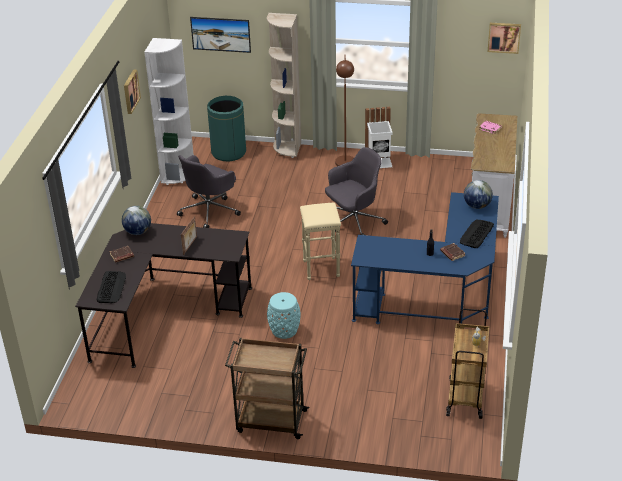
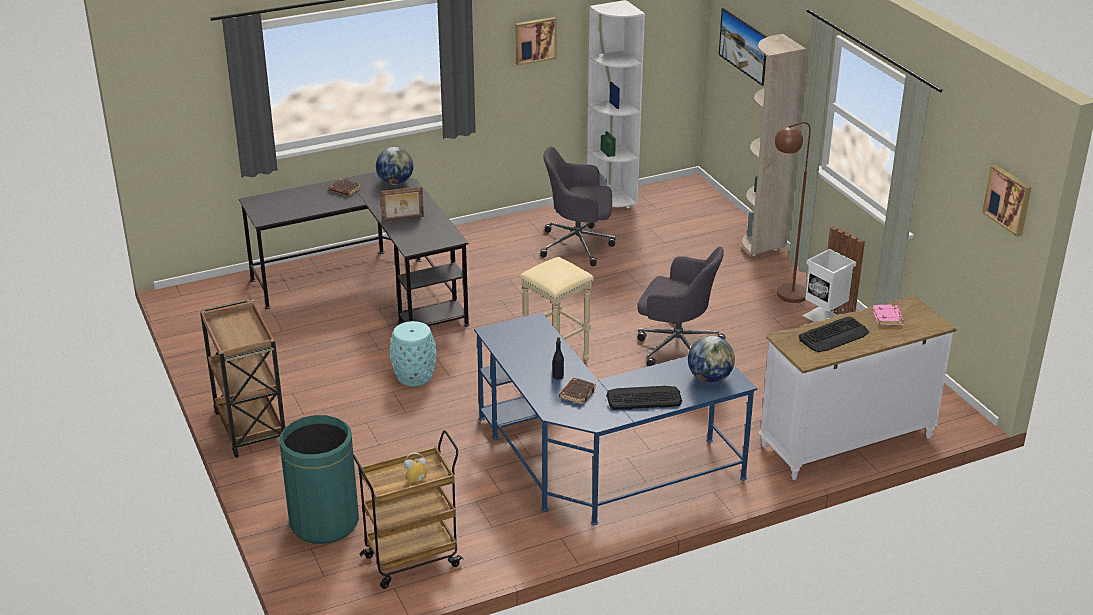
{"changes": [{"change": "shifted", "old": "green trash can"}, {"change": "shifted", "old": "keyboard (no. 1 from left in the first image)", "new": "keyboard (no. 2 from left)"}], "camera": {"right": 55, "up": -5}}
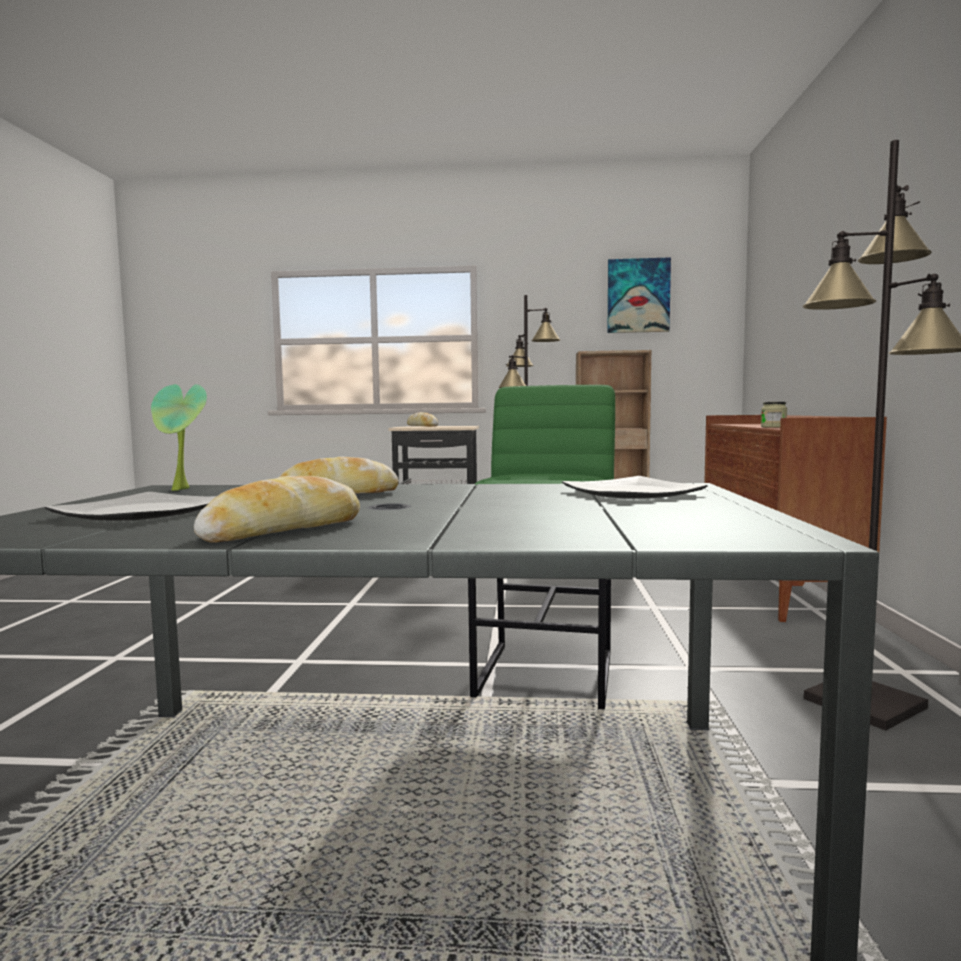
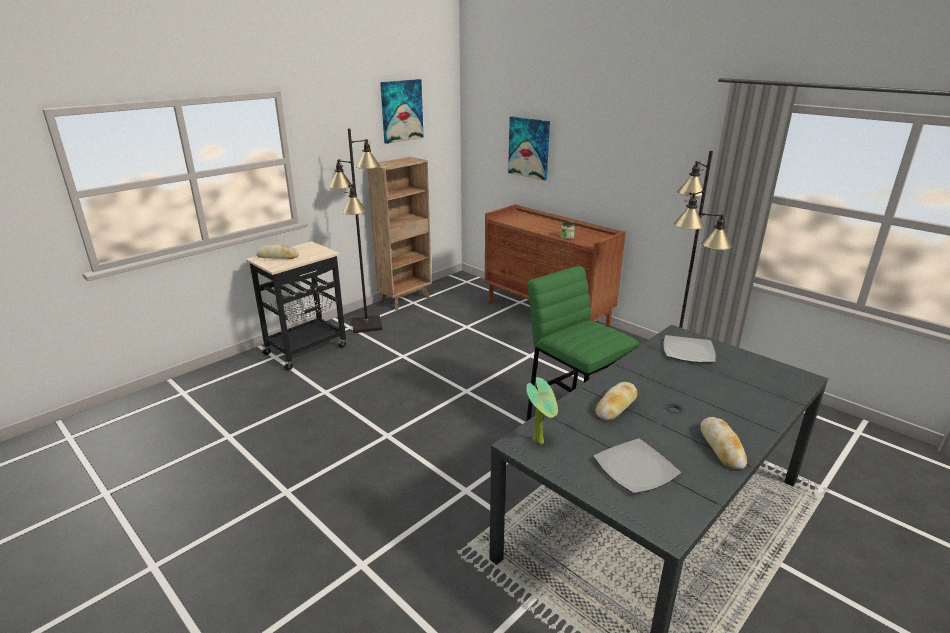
{"changes": [{"change": "new", "new": "picture (no. 2 from left)"}], "camera": {"right": -50, "up": 20}}
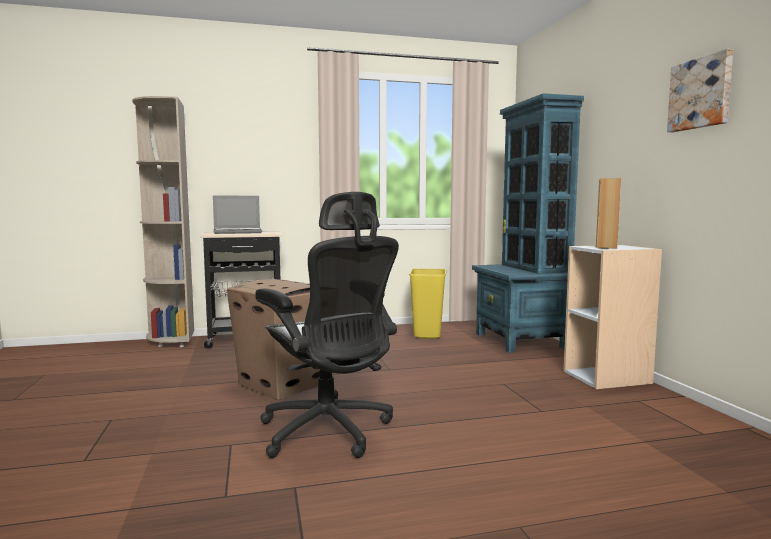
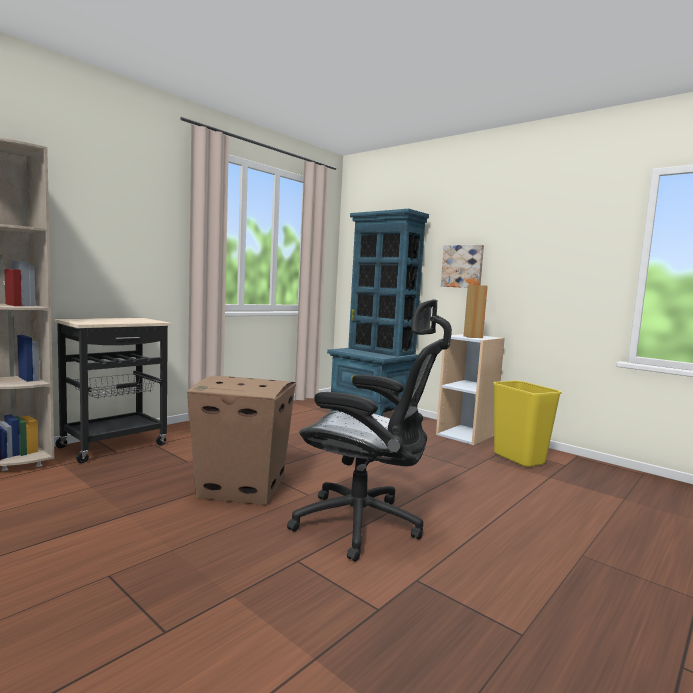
{"changes": [{"change": "shifted", "old": "picture"}, {"change": "shifted", "old": "yellow trash can"}, {"change": "gone", "old": "laptop"}], "camera": {"right": -35, "up": 0}}
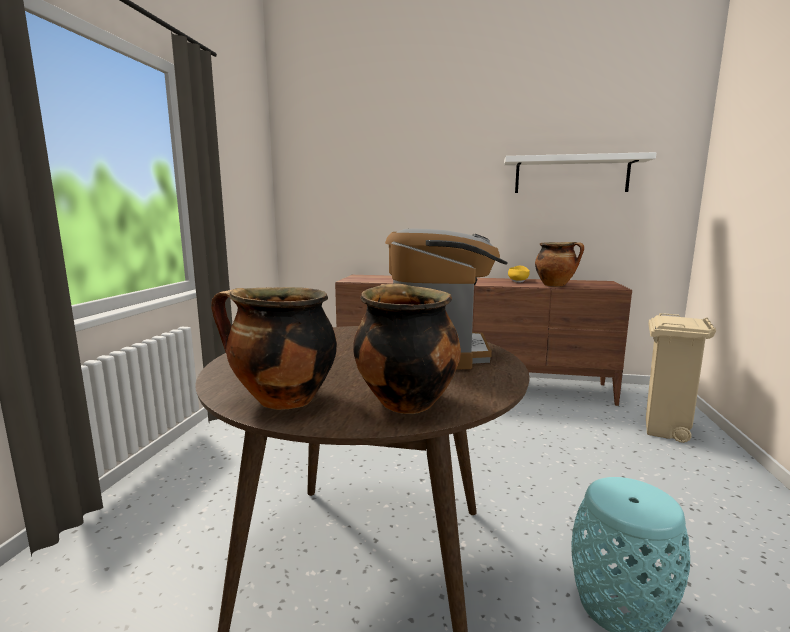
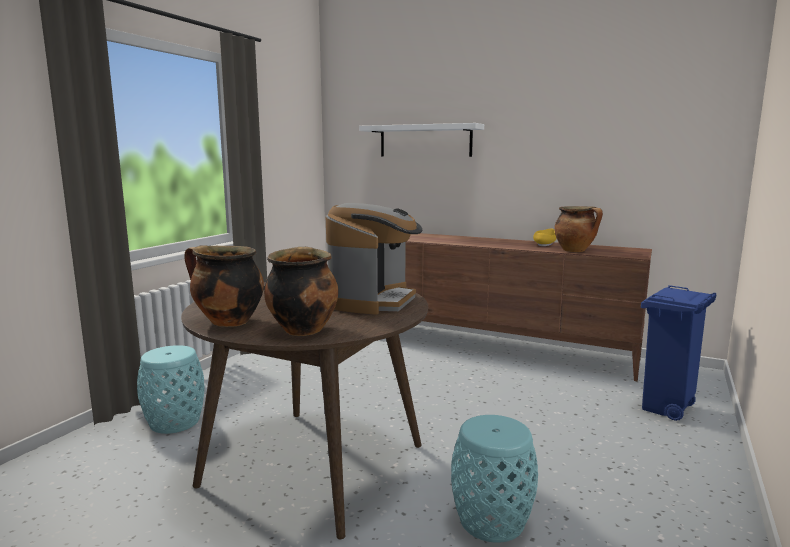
{"changes": [{"change": "new", "new": "turquoise stool (no. 1 from left)"}, {"change": "shifted", "old": "white shelf"}, {"change": "repainted", "old": "beige trash can", "new": "blue trash can"}], "camera": {"right": 15, "up": 0}}
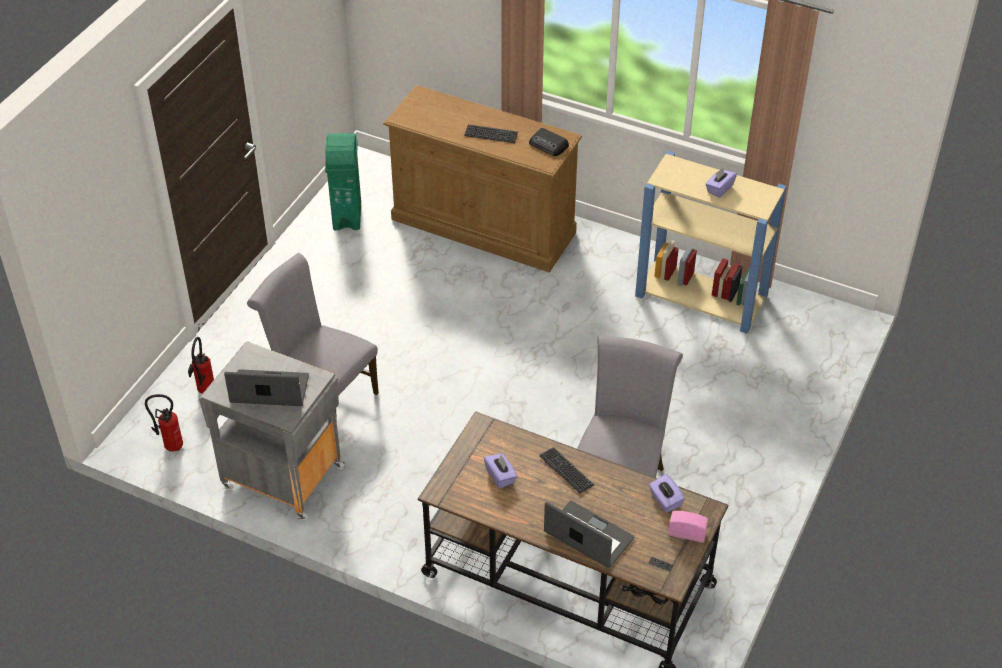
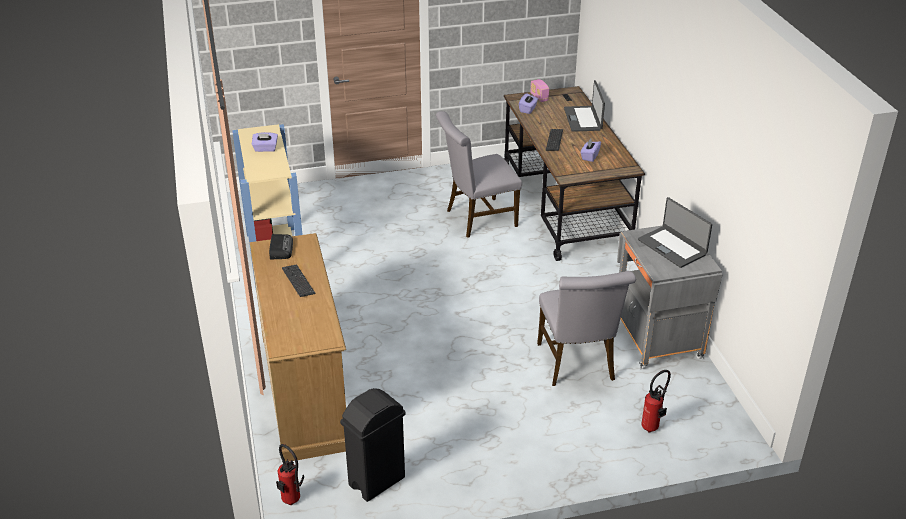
{"changes": [{"change": "shifted", "old": "fire extinguisher (no. 1 from left)"}, {"change": "repainted", "old": "green trash can", "new": "black trash can"}], "camera": {"right": -130, "up": -10}}
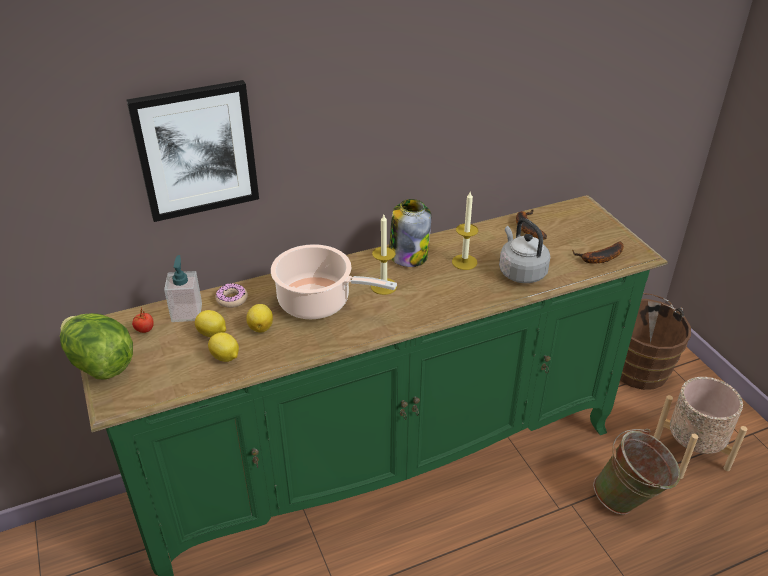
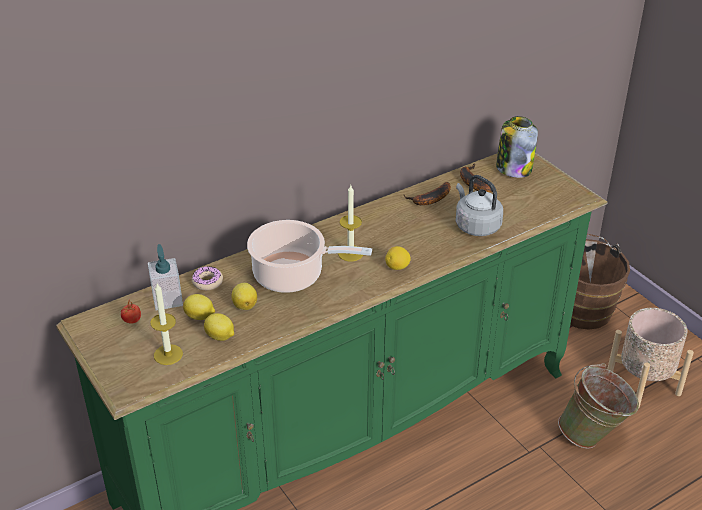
{"changes": [{"change": "shifted", "old": "candle (no. 2 from left in the first image)", "new": "candle (no. 1 from left)"}, {"change": "new", "new": "lemon (no. 4 from left)"}, {"change": "shifted", "old": "banana (no. 2 from left in the first image)", "new": "banana (no. 1 from left)"}, {"change": "shifted", "old": "jar"}, {"change": "gone", "old": "lettuce"}, {"change": "gone", "old": "picture"}], "camera": {"right": -10, "up": 0}}
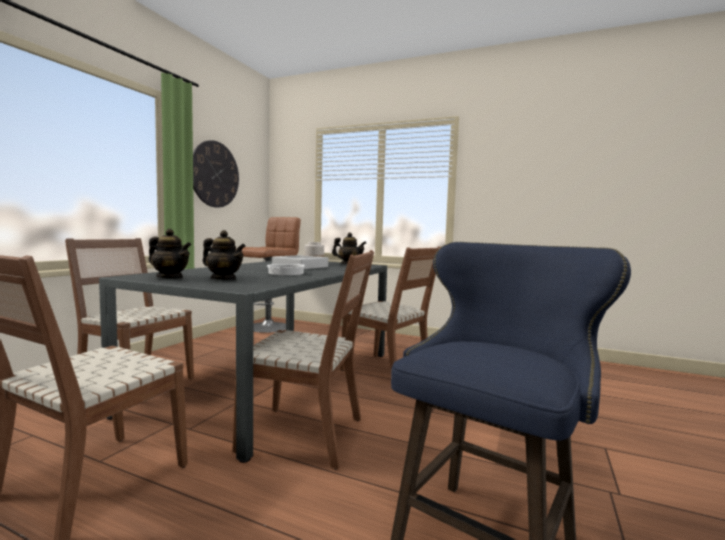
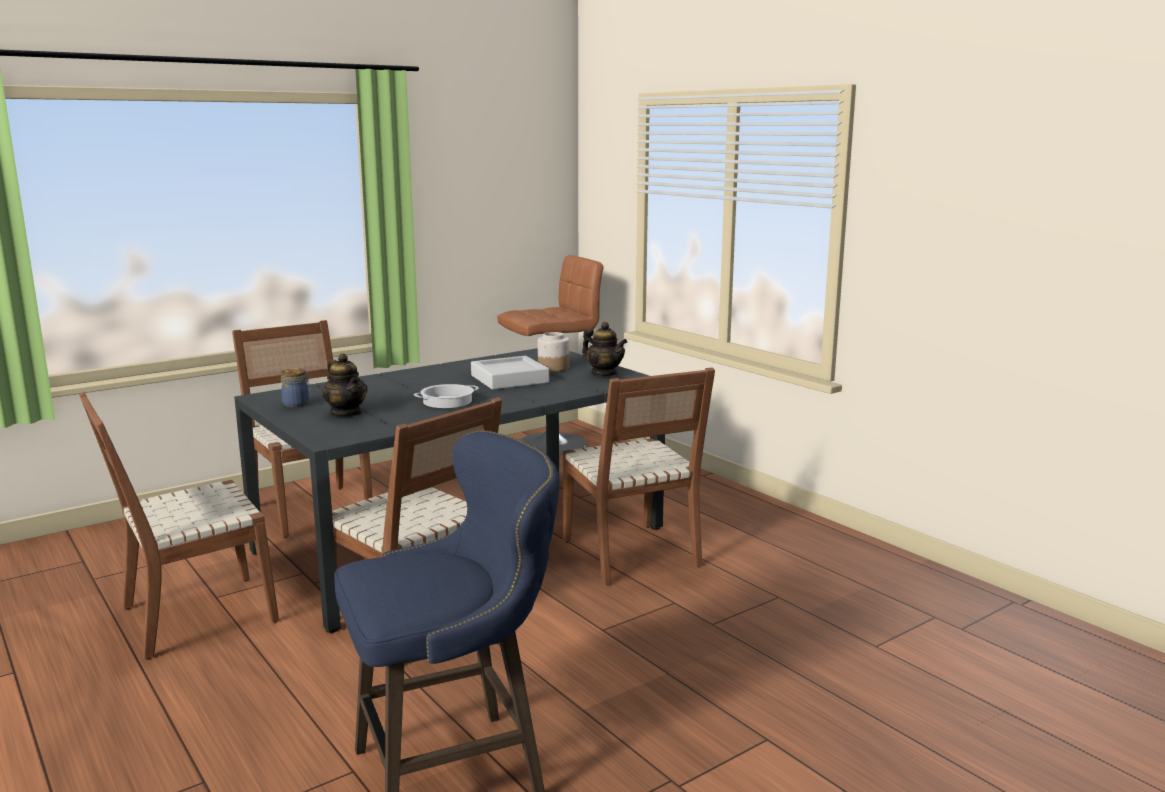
{"changes": [{"change": "swapped", "old": "teapot (no. 1 from left)", "new": "jar (no. 1 from left)"}, {"change": "gone", "old": "wall clock"}], "camera": {"right": 30, "up": 10}}
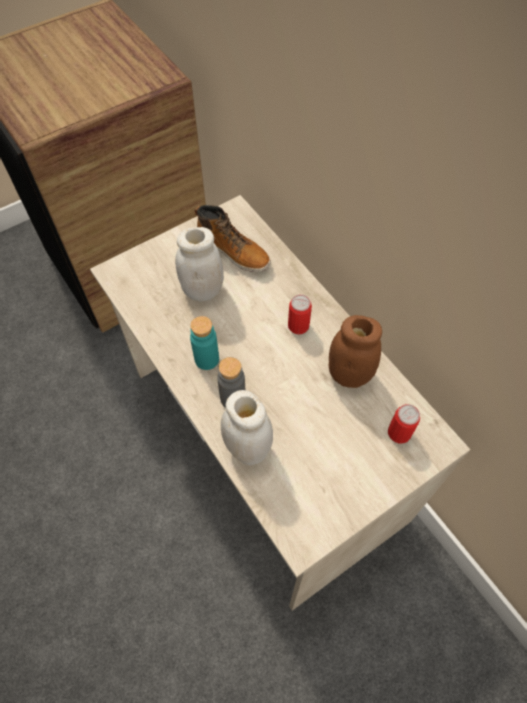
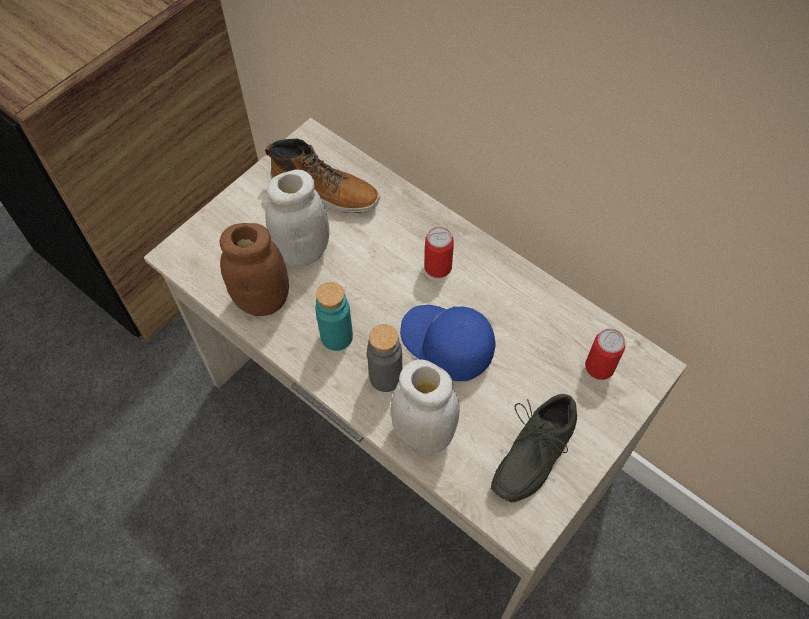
{"changes": [{"change": "shifted", "old": "brown jar"}, {"change": "new", "new": "blue cap"}, {"change": "new", "new": "grey shoe"}], "camera": {"right": -15, "up": 0}}
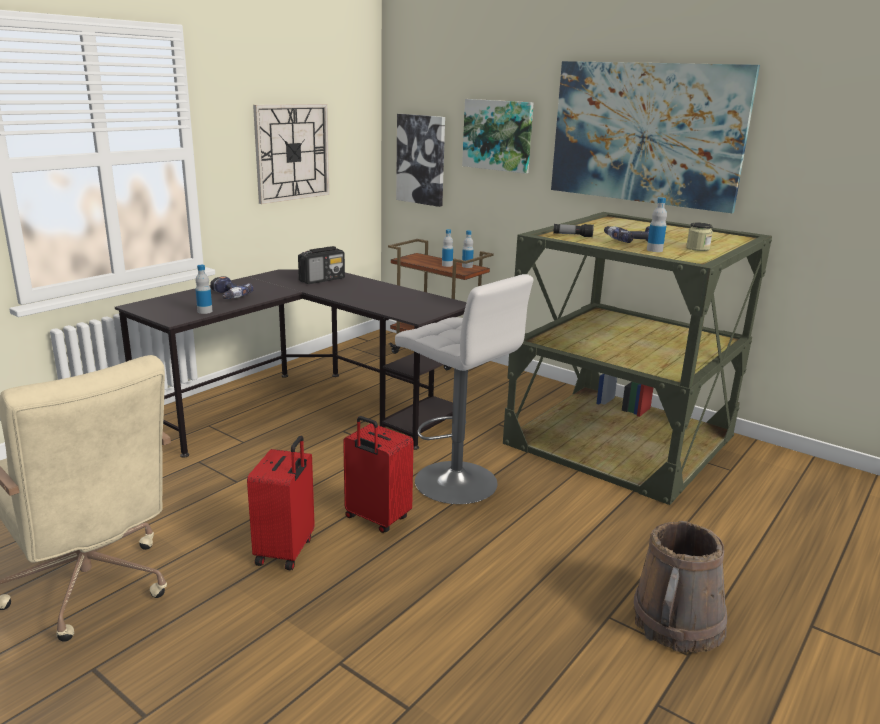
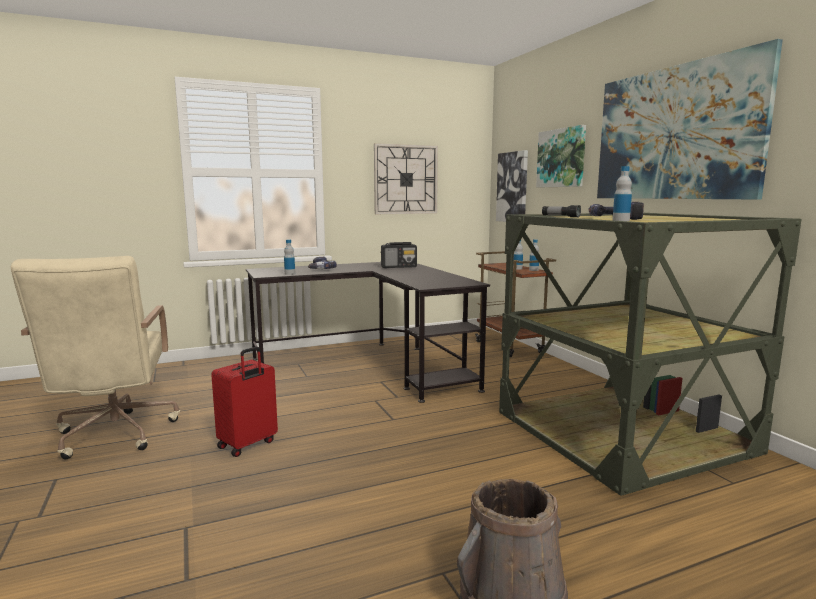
{"changes": [{"change": "gone", "old": "red suitcase (no. 2 from left)"}, {"change": "gone", "old": "white stool"}, {"change": "gone", "old": "jar"}], "camera": {"right": 30, "up": -10}}
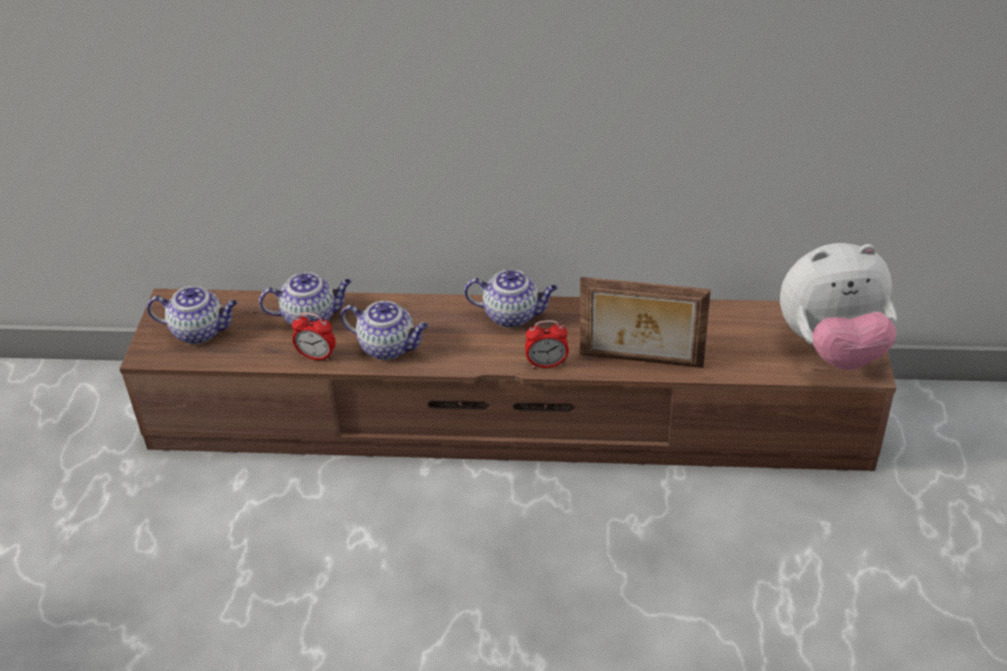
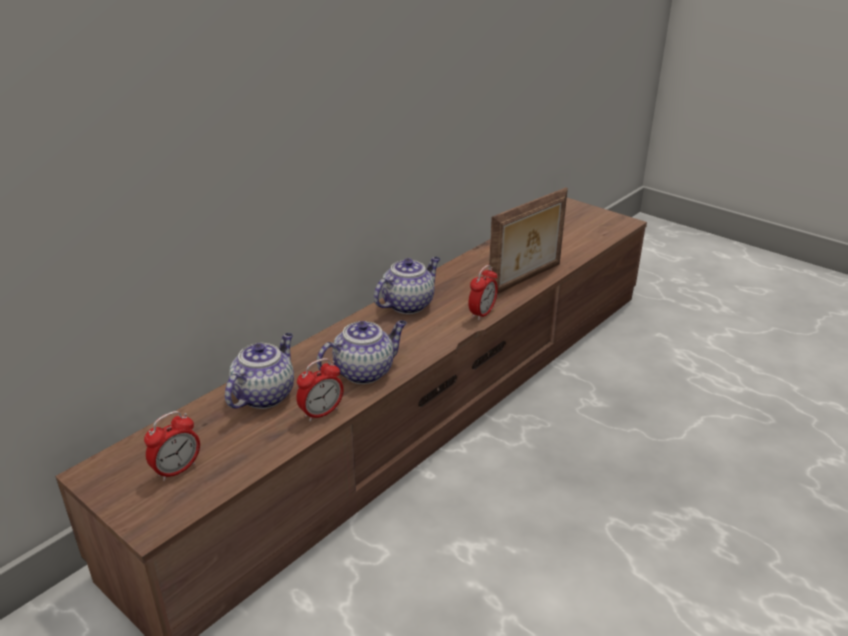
{"changes": [{"change": "swapped", "old": "teapot (no. 1 from left)", "new": "alarm clock (no. 1 from left)"}, {"change": "gone", "old": "plush toy"}], "camera": {"right": -55, "up": -10}}
